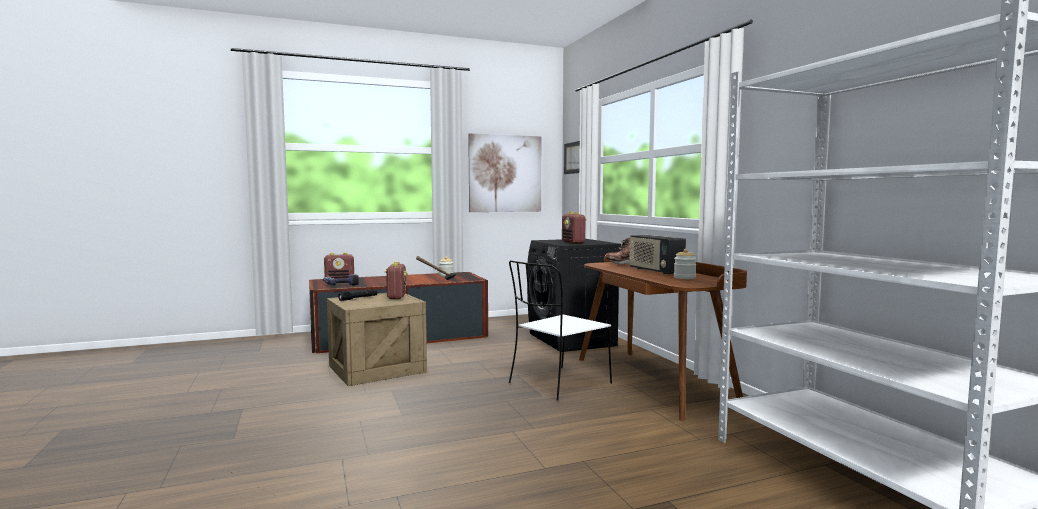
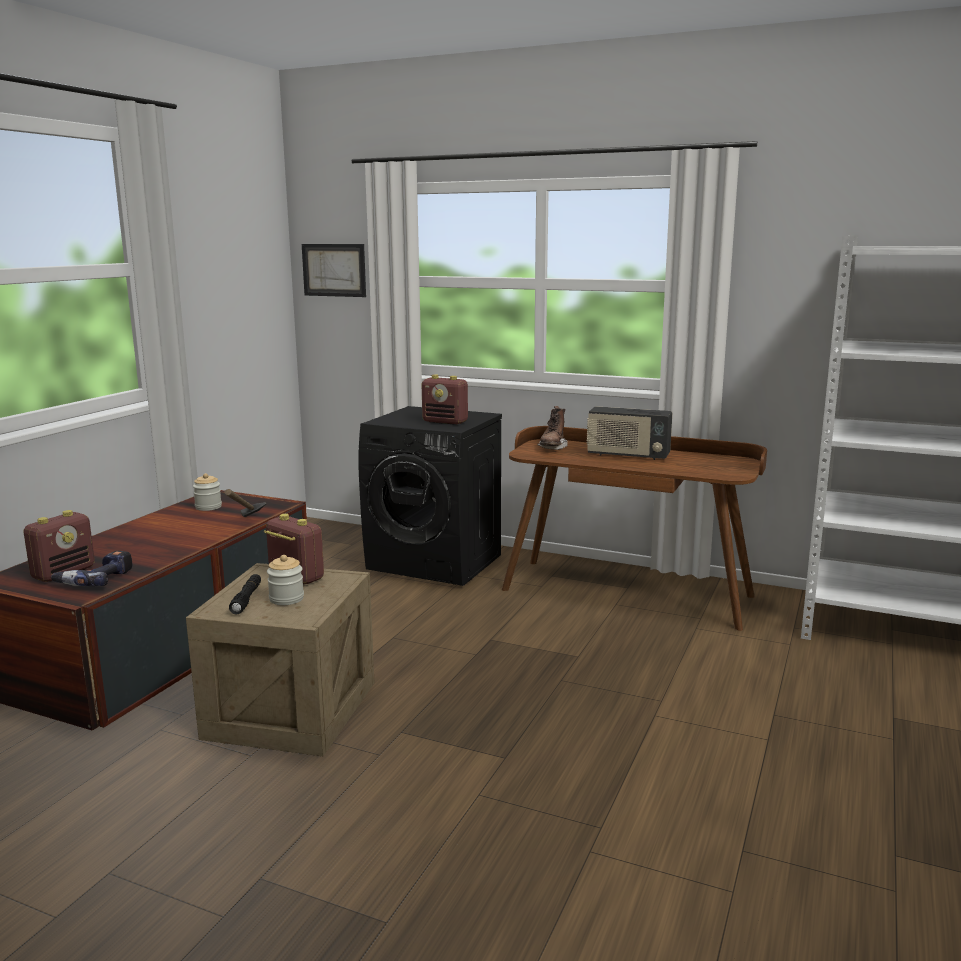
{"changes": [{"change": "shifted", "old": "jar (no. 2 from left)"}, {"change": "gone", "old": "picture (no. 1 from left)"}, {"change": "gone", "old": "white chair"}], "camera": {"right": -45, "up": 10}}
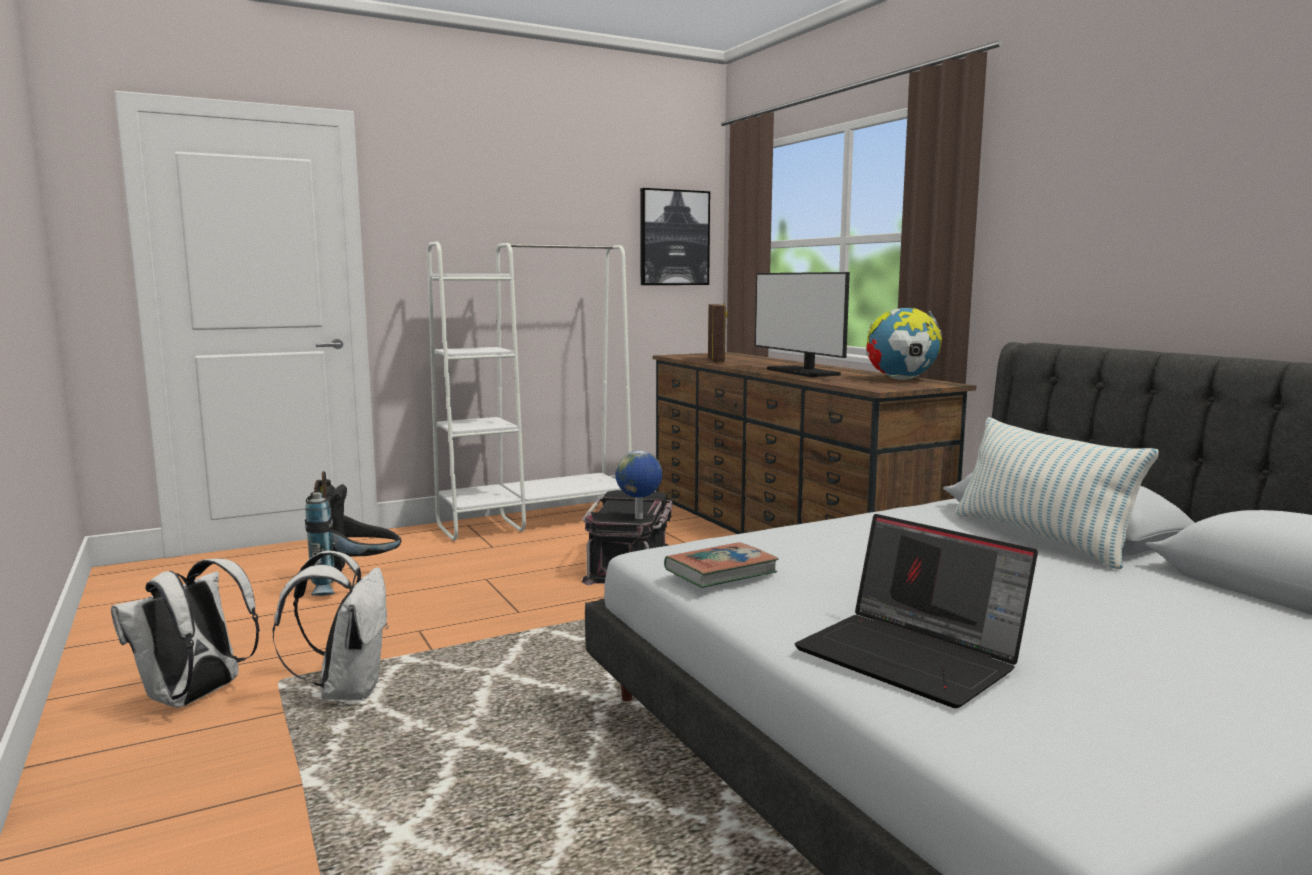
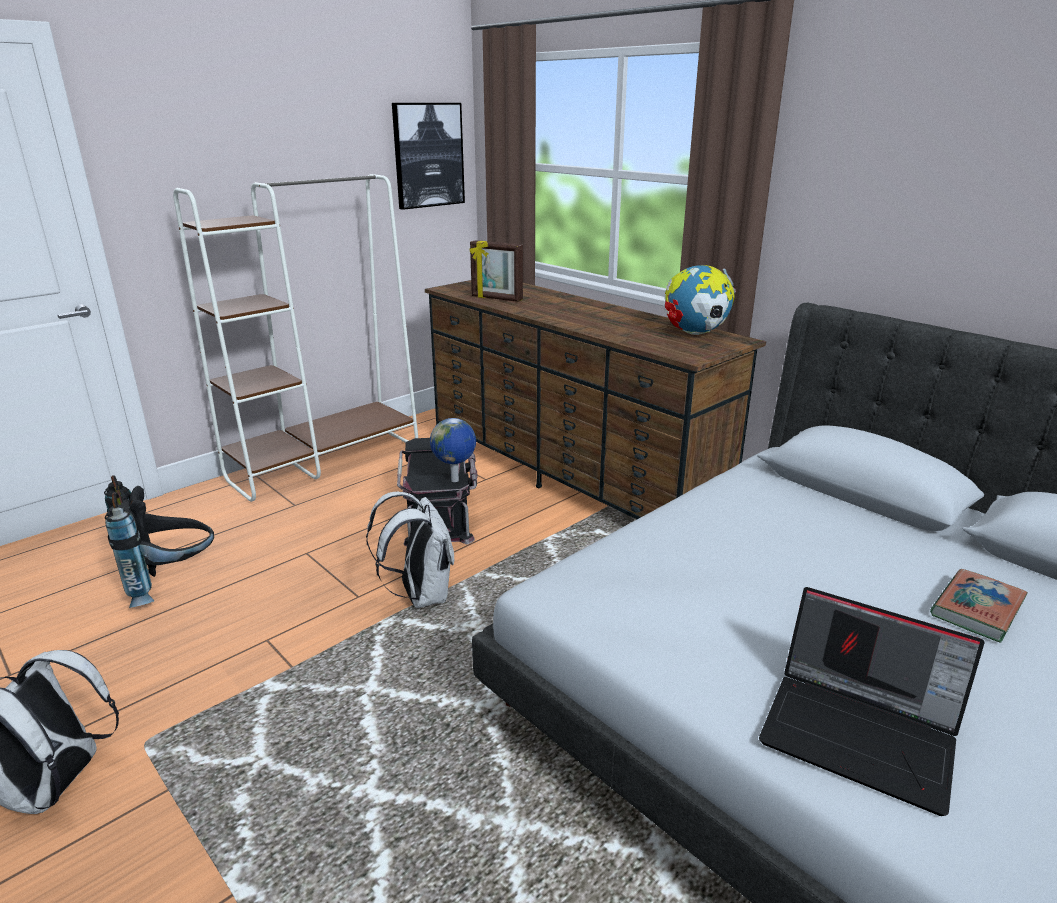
{"changes": [{"change": "repainted", "old": "white clothes rack", "new": "brown clothes rack"}, {"change": "shifted", "old": "white backpack (no. 2 from left)"}, {"change": "rotated", "old": "picture frame", "degrees": 135}, {"change": "shifted", "old": "book"}, {"change": "gone", "old": "monitor"}, {"change": "gone", "old": "pillow"}], "camera": {"right": -15, "up": 15}}
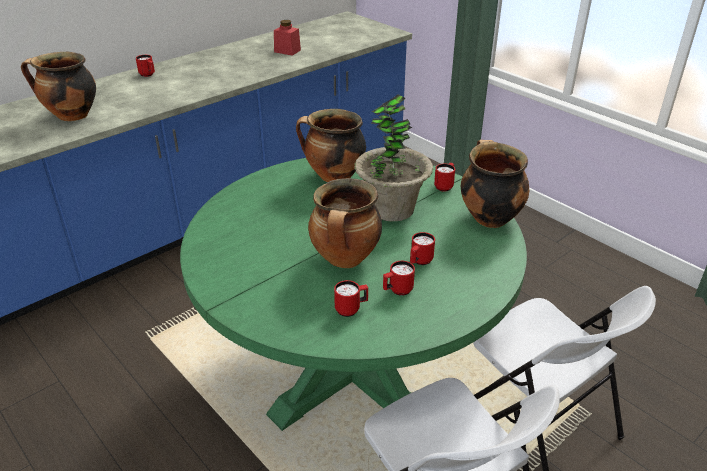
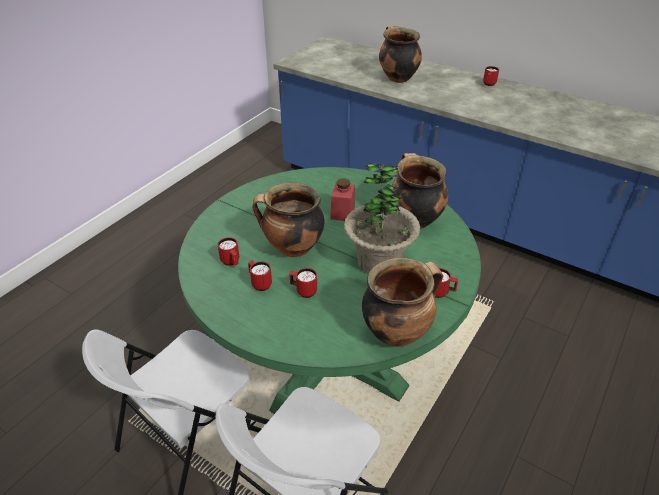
{"changes": [{"change": "shifted", "old": "red jar"}], "camera": {"right": 75, "up": 5}}
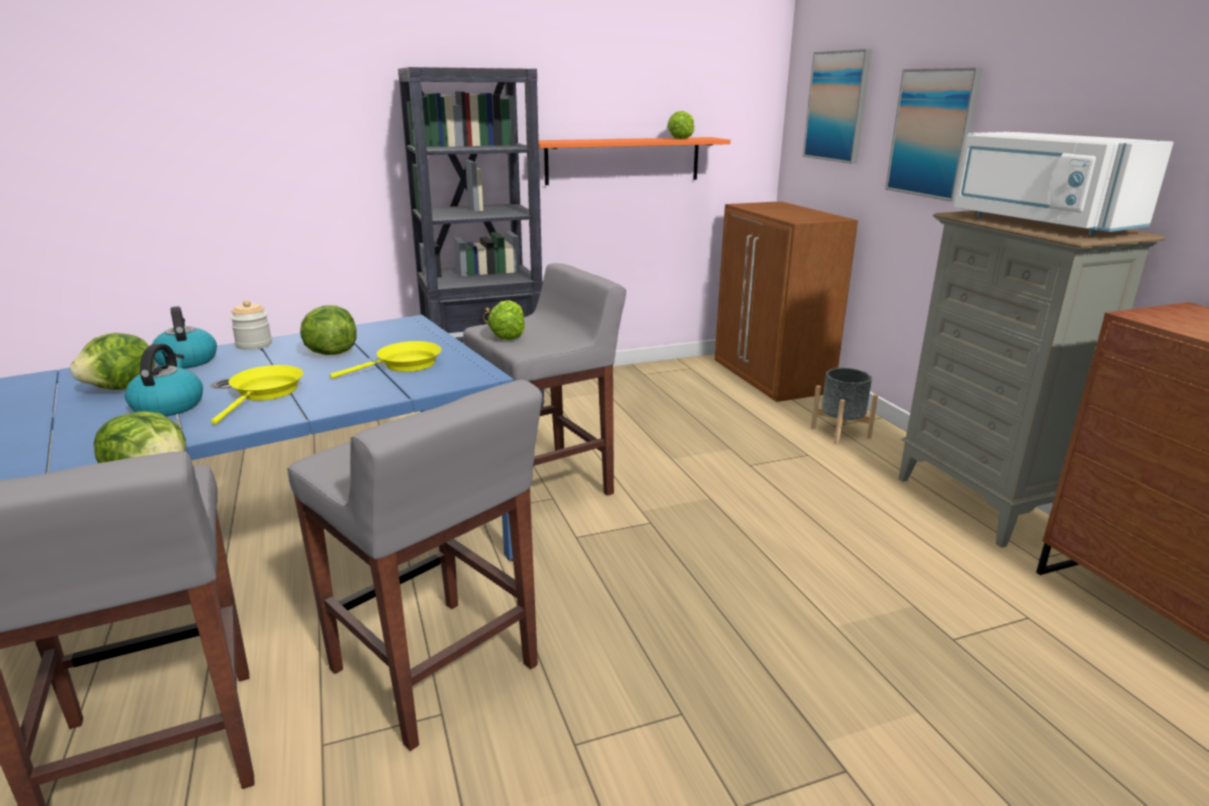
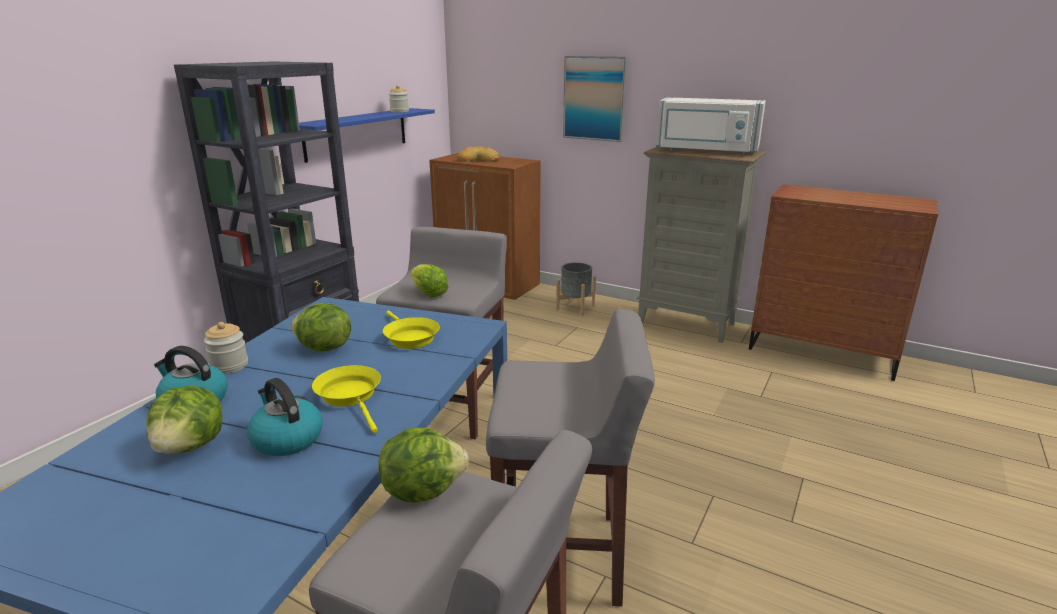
{"changes": [{"change": "repainted", "old": "orange shelf", "new": "blue shelf"}, {"change": "rotated", "old": "yellow frying pan (no. 2 from left)", "degrees": 135}, {"change": "swapped", "old": "lettuce (no. 5 from left)", "new": "jar (no. 2 from left)"}, {"change": "new", "new": "bread"}, {"change": "gone", "old": "picture (no. 1 from left)"}], "camera": {"right": -40, "up": 0}}
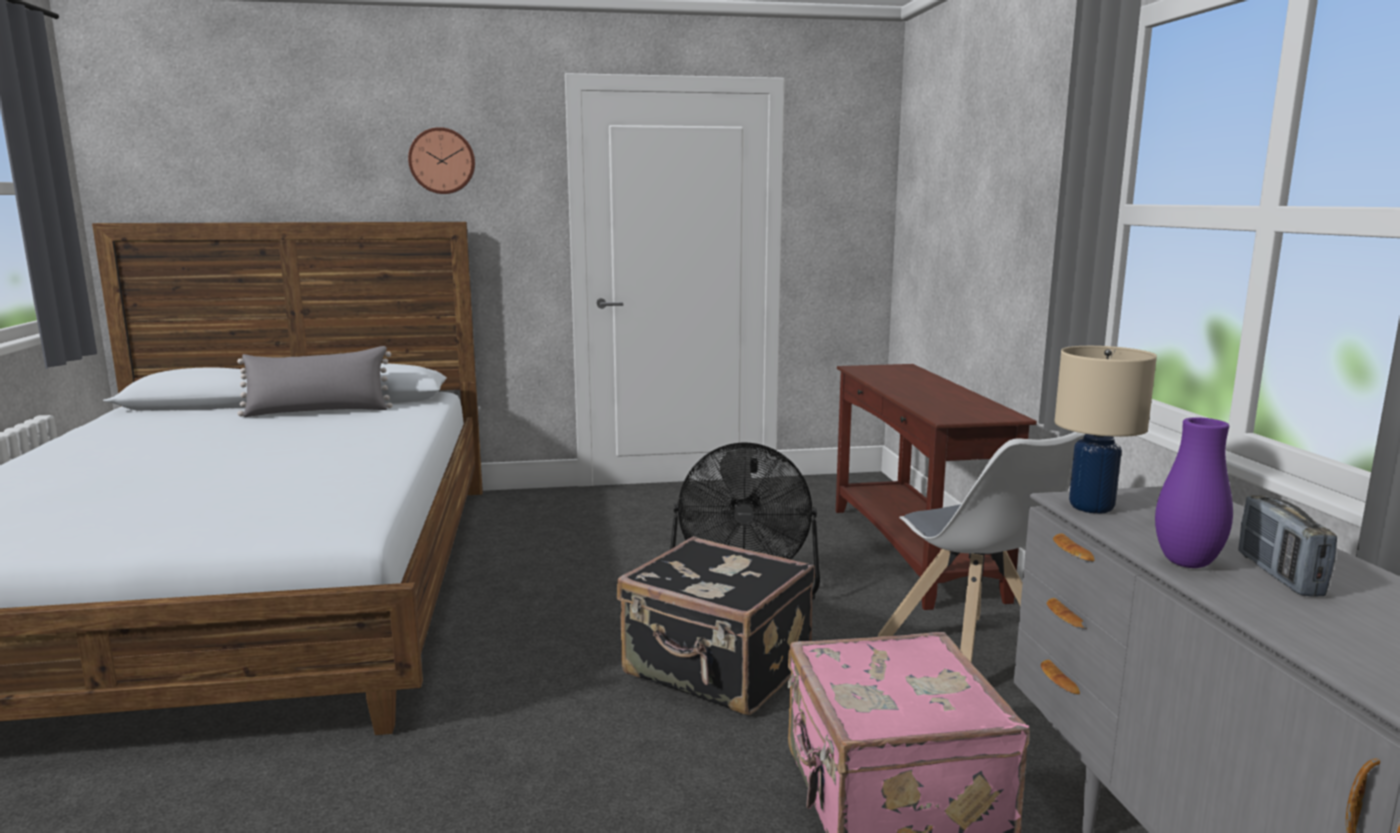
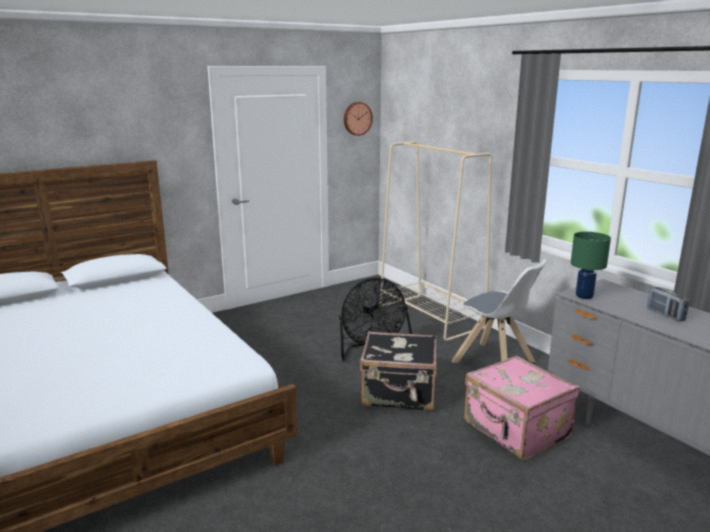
{"changes": [{"change": "shifted", "old": "wall clock"}, {"change": "swapped", "old": "brown console table", "new": "beige clothes rack"}, {"change": "repainted", "old": "beige table lamp", "new": "green table lamp"}, {"change": "gone", "old": "grey pillow"}, {"change": "gone", "old": "purple vase"}], "camera": {"right": -25, "up": 5}}
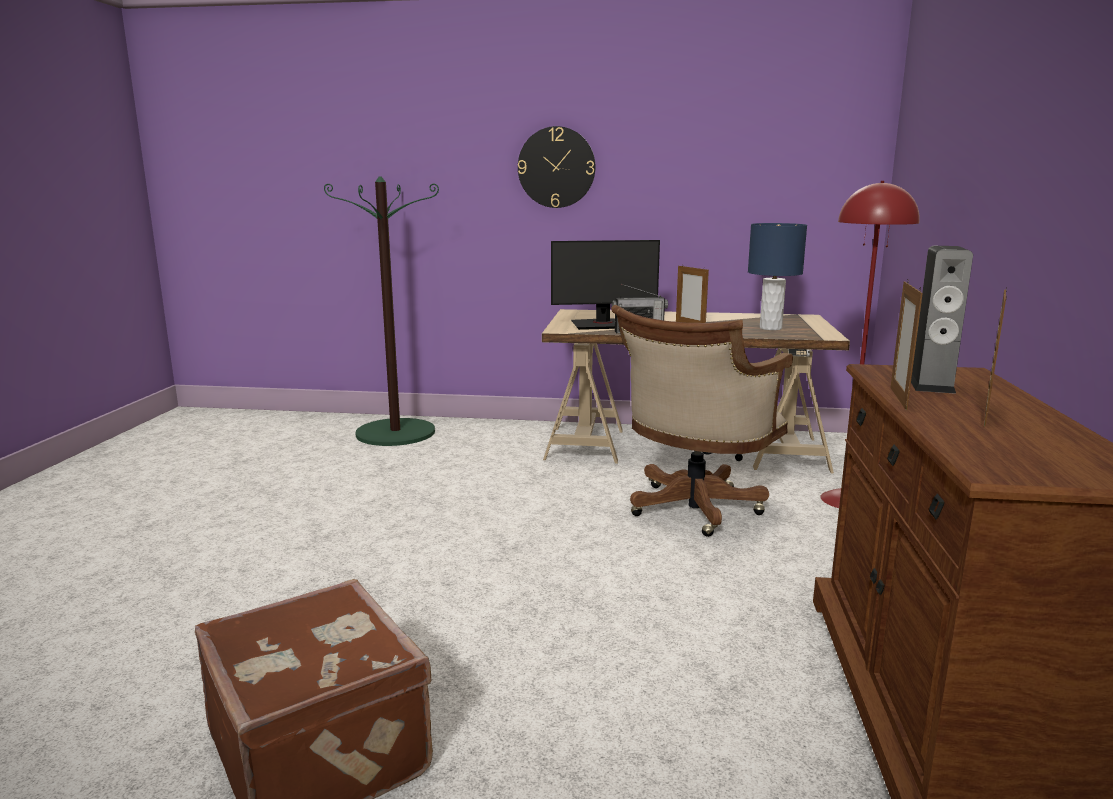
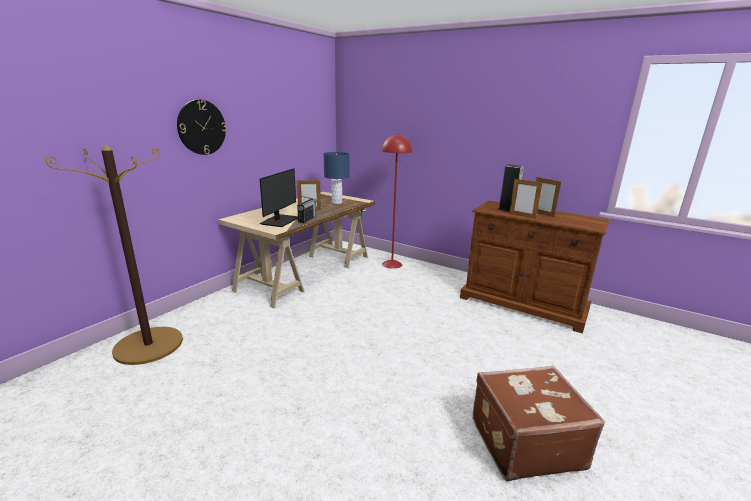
{"changes": [{"change": "repainted", "old": "green clothes rack", "new": "brown clothes rack"}, {"change": "gone", "old": "office chair"}], "camera": {"right": -65, "up": 5}}
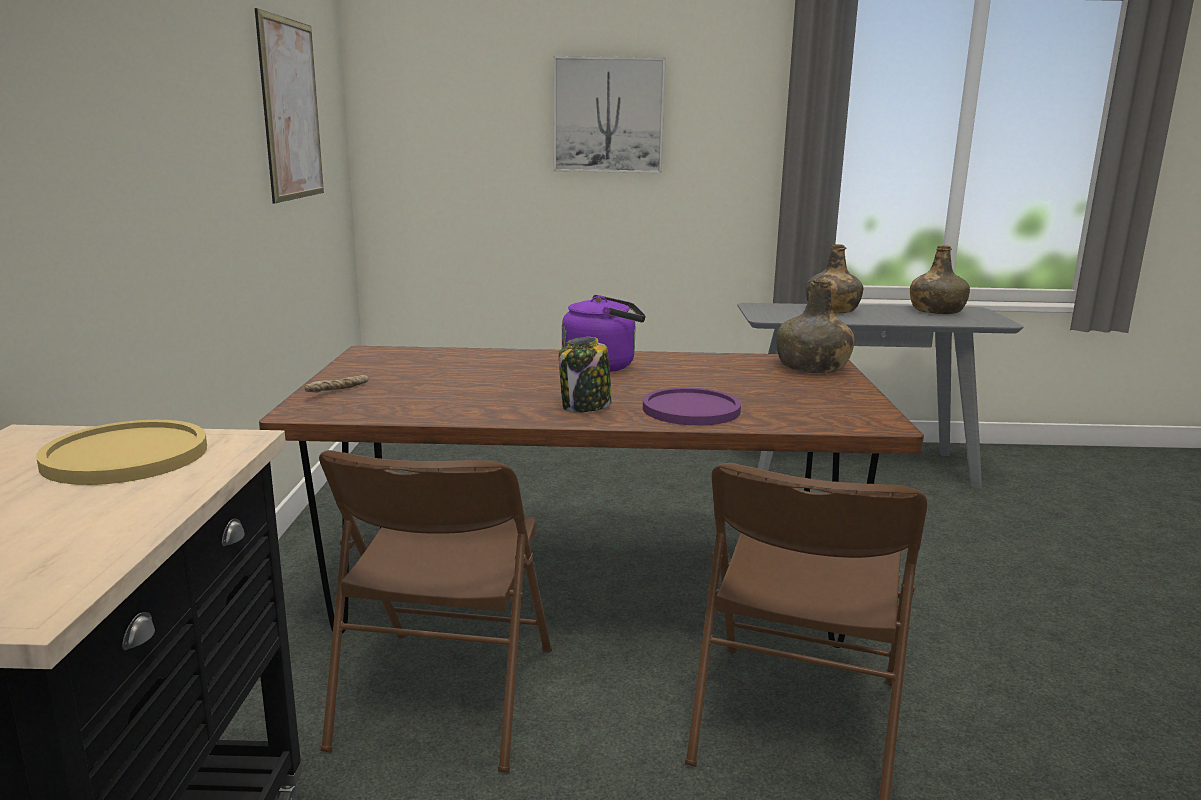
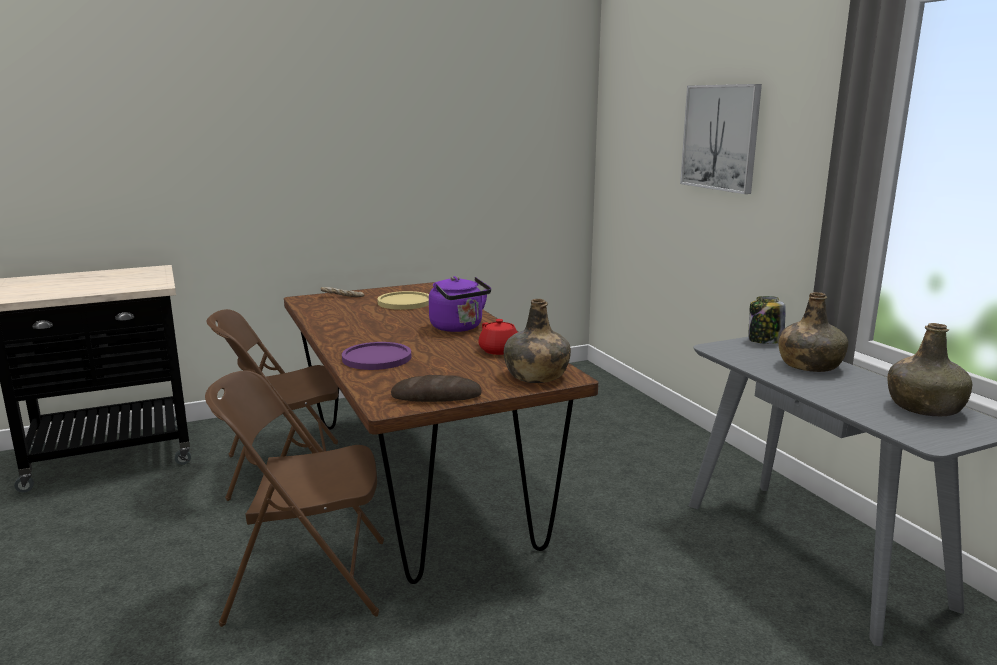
{"changes": [{"change": "shifted", "old": "yellow plate"}, {"change": "new", "new": "bread (no. 2 from left)"}, {"change": "new", "new": "red teapot"}, {"change": "shifted", "old": "jar"}, {"change": "gone", "old": "picture (no. 1 from left)"}], "camera": {"right": 65, "up": 0}}
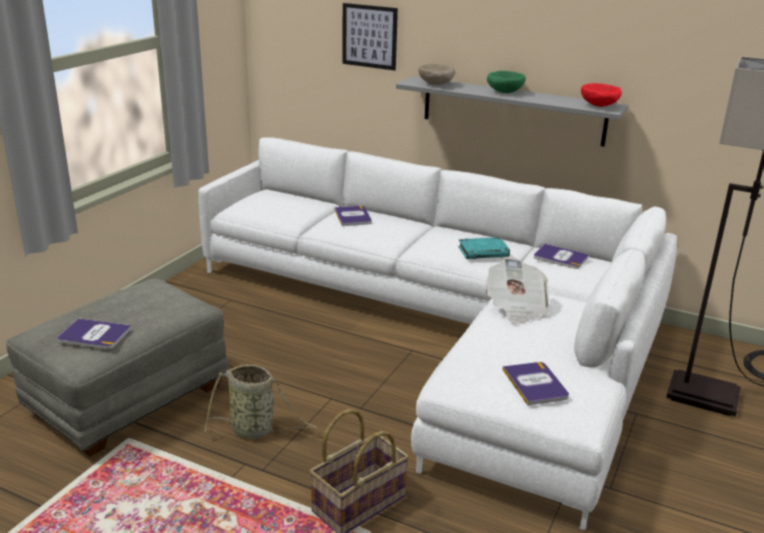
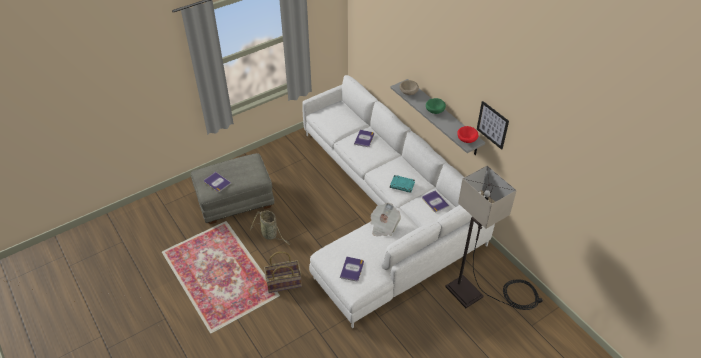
{"changes": [{"change": "shifted", "old": "picture"}], "camera": {"right": 30, "up": 20}}
